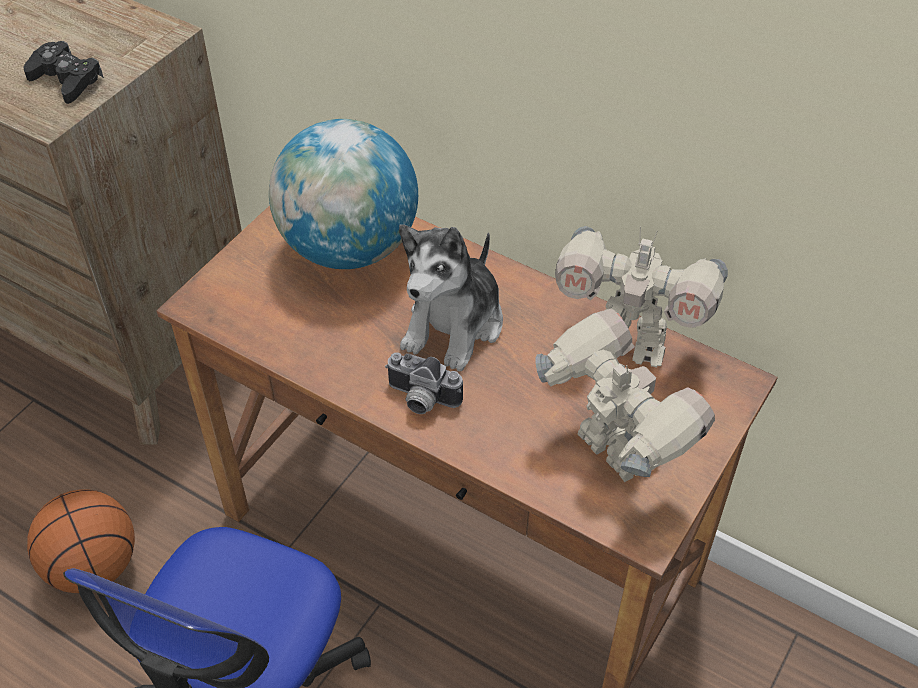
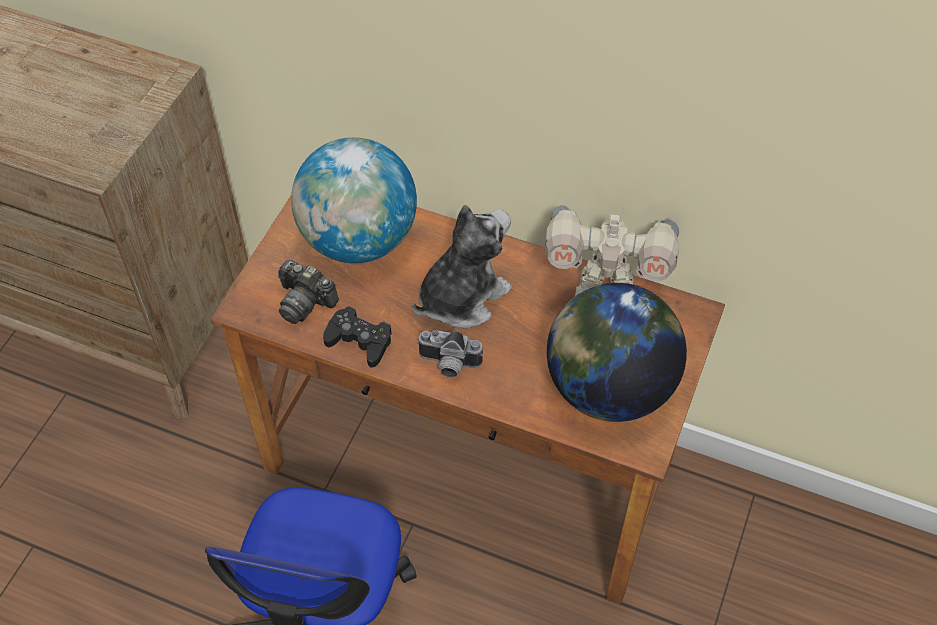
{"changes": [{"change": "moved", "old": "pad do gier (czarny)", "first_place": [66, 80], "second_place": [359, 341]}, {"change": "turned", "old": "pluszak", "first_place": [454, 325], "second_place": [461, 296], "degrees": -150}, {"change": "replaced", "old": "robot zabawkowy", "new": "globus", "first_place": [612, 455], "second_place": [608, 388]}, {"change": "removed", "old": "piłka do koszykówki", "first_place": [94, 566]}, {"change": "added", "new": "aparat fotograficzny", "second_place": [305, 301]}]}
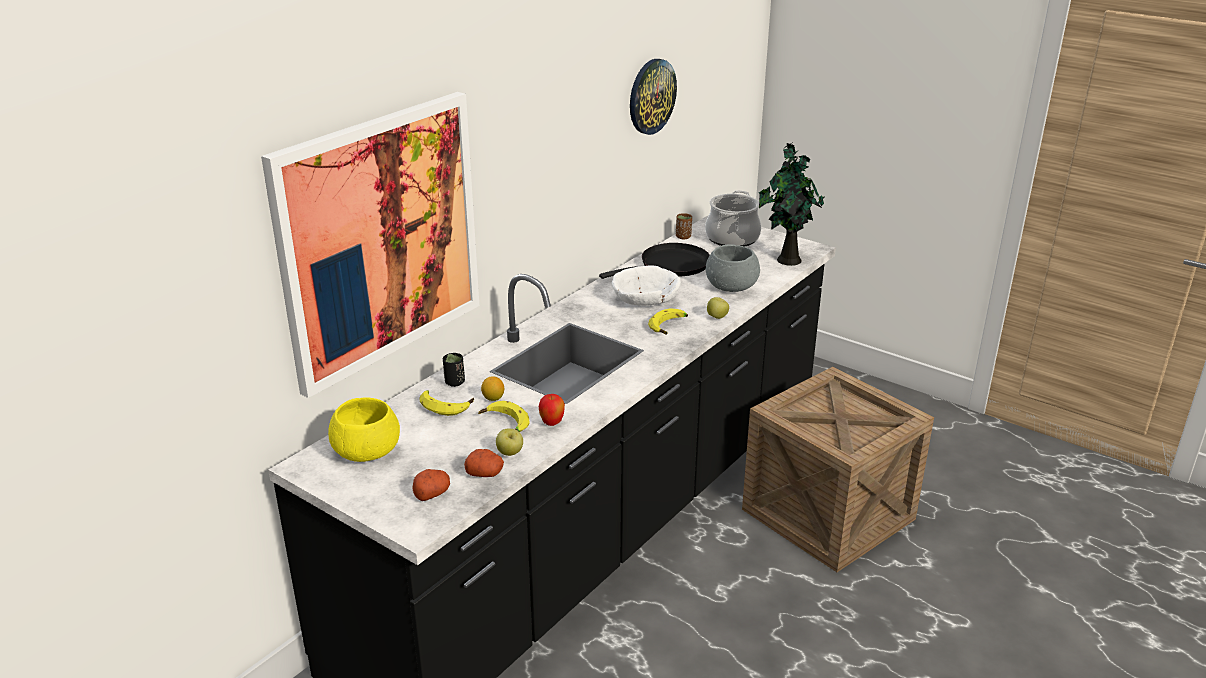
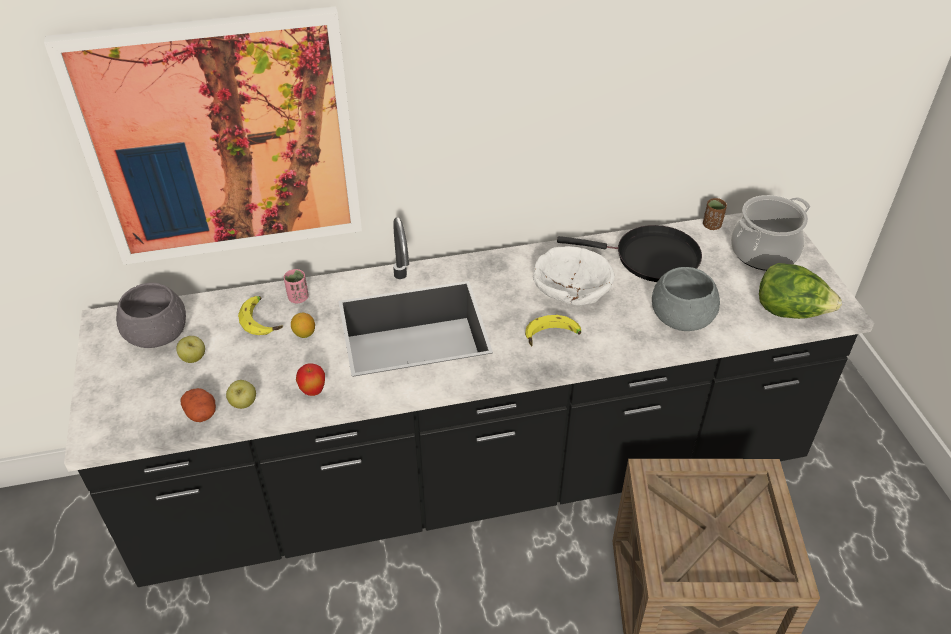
{"changes": [{"change": "removed", "old": "zegar ścienny", "first_place": [651, 96]}, {"change": "replaced", "old": "roślina doniczkowa", "new": "sałata", "first_place": [787, 259], "second_place": [790, 312]}, {"change": "moved", "old": "jabłko", "first_place": [717, 317], "second_place": [193, 358]}, {"change": "recoloured", "old": "filiżanka (czarny)", "new": "filiżanka (różowy)", "first_place": [454, 382], "second_place": [298, 298]}, {"change": "recoloured", "old": "miska (żółty)", "new": "miska (szary)", "first_place": [366, 450], "second_place": [157, 332]}, {"change": "removed", "old": "banan", "first_place": [505, 423]}, {"change": "removed", "old": "ziemniak", "first_place": [432, 493]}]}
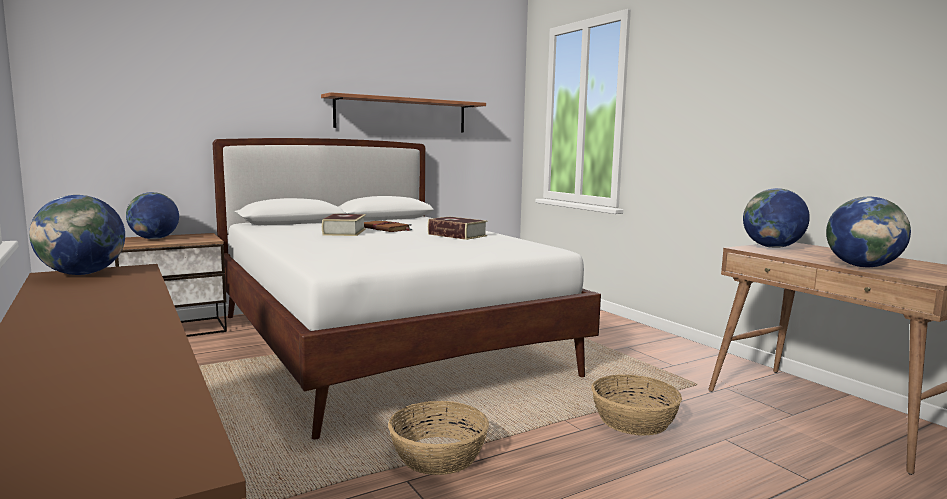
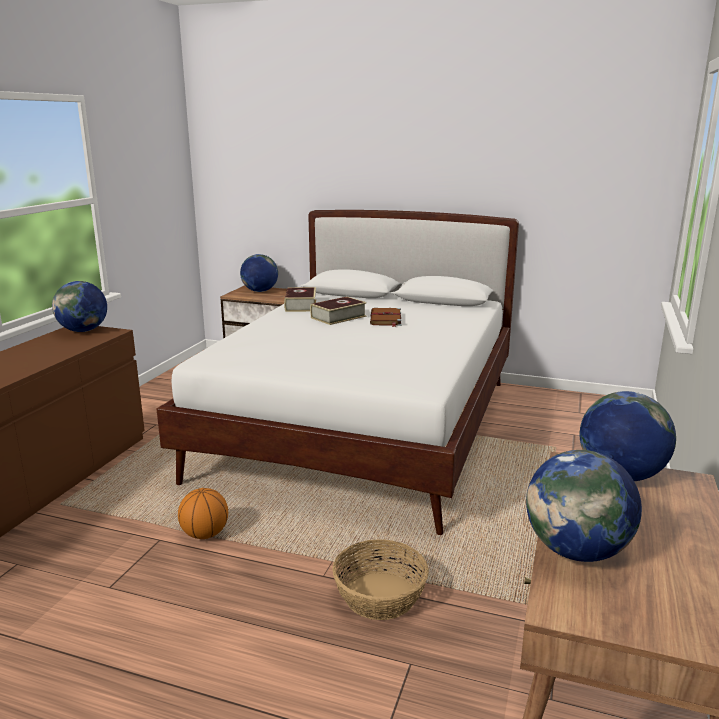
{"changes": [{"change": "removed", "old": "półka", "first_place": [402, 114]}, {"change": "moved", "old": "książka", "first_place": [457, 235], "second_place": [300, 305]}, {"change": "replaced", "old": "koszyk", "new": "piłka do koszykówki", "first_place": [437, 455], "second_place": [205, 534]}]}
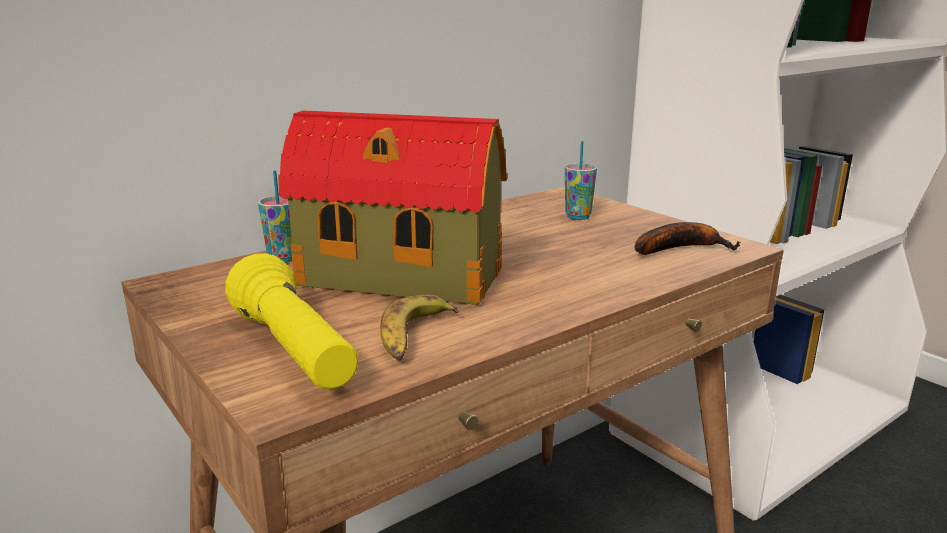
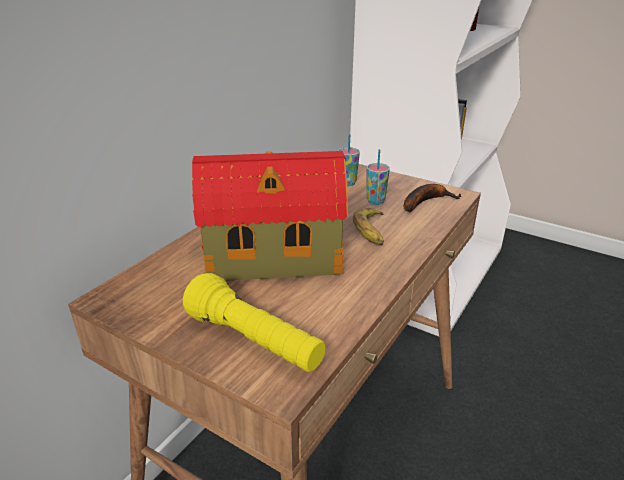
{"changes": [{"change": "moved", "old": "filiżanka", "first_place": [283, 259], "second_place": [375, 201]}, {"change": "moved", "old": "banan", "first_place": [414, 337], "second_place": [371, 231]}]}
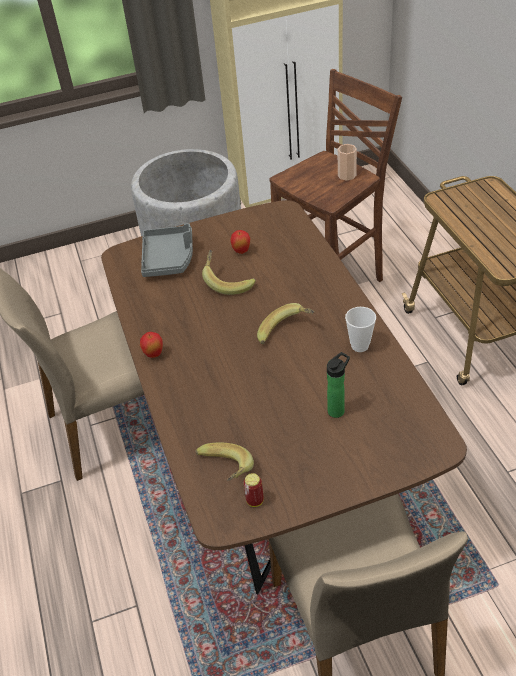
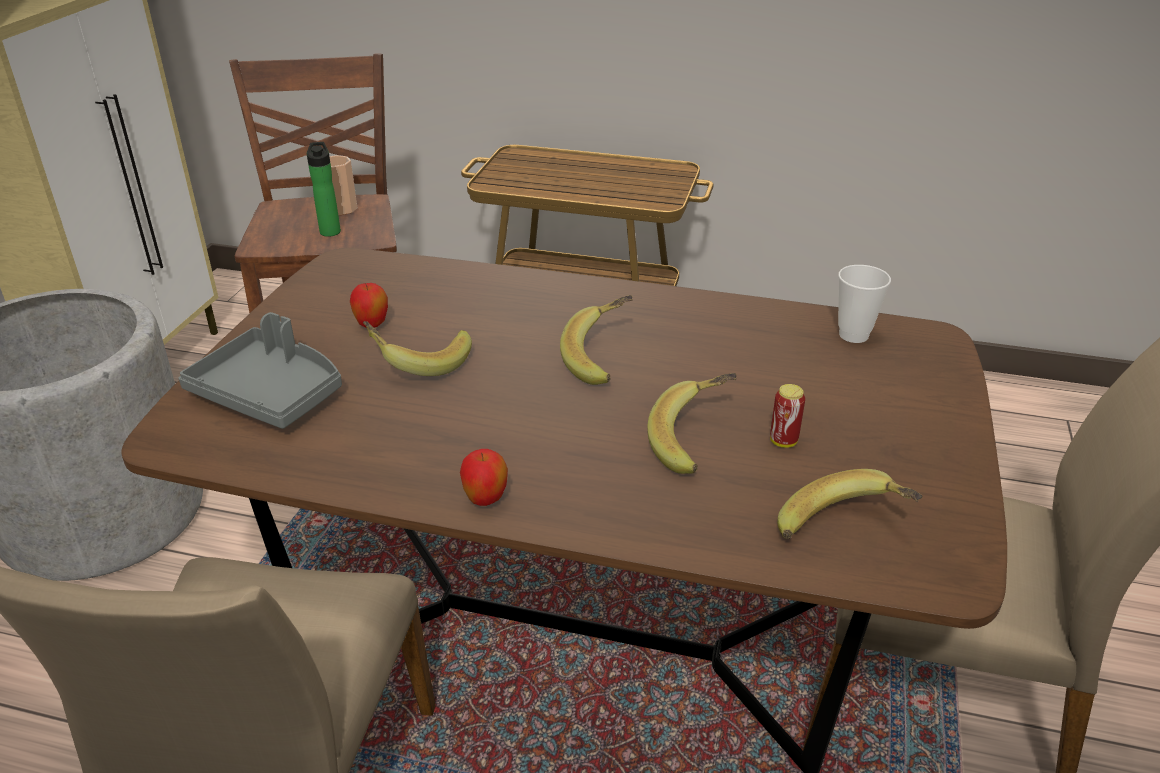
{"changes": [{"change": "moved", "old": "filiżanka", "first_place": [360, 346], "second_place": [853, 335]}, {"change": "moved", "old": "butelka", "first_place": [337, 409], "second_place": [330, 230]}, {"change": "moved", "old": "puszka", "first_place": [255, 501], "second_place": [783, 441]}, {"change": "added", "new": "banan", "second_place": [696, 442]}]}
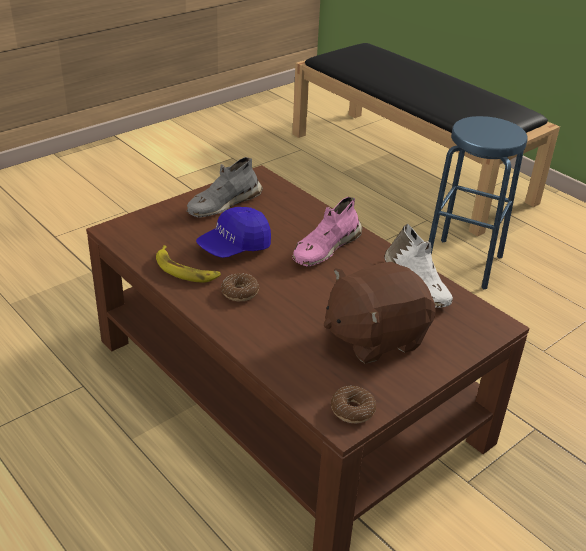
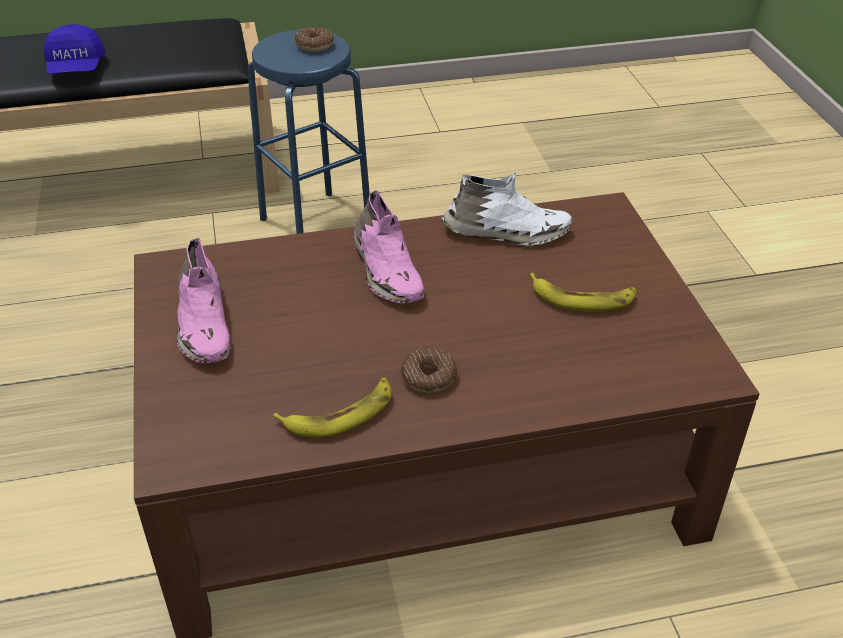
{"changes": [{"change": "recoloured", "old": "but (szary)", "new": "but (różowy)", "first_place": [223, 204], "second_place": [203, 324]}, {"change": "moved", "old": "czapka z daszkiem (niebieski)", "first_place": [234, 247], "second_place": [76, 68]}, {"change": "replaced", "old": "pluszak (brązowy)", "new": "banan", "first_place": [374, 336], "second_place": [582, 298]}, {"change": "moved", "old": "donut", "first_place": [352, 410], "second_place": [314, 45]}]}
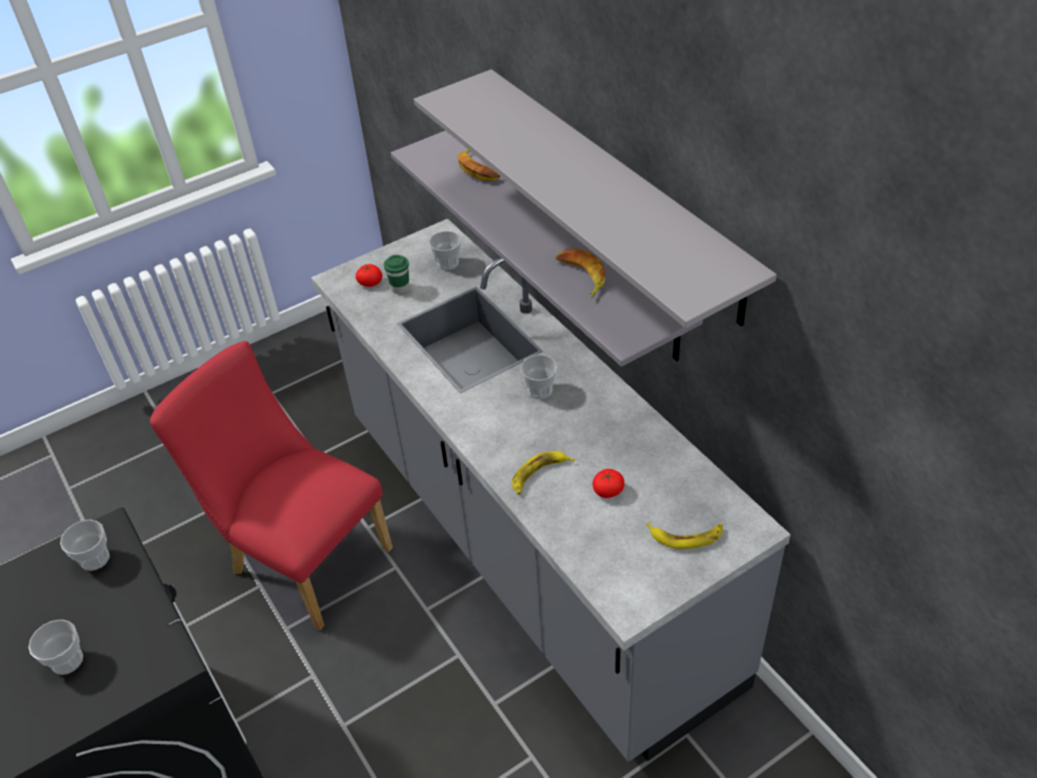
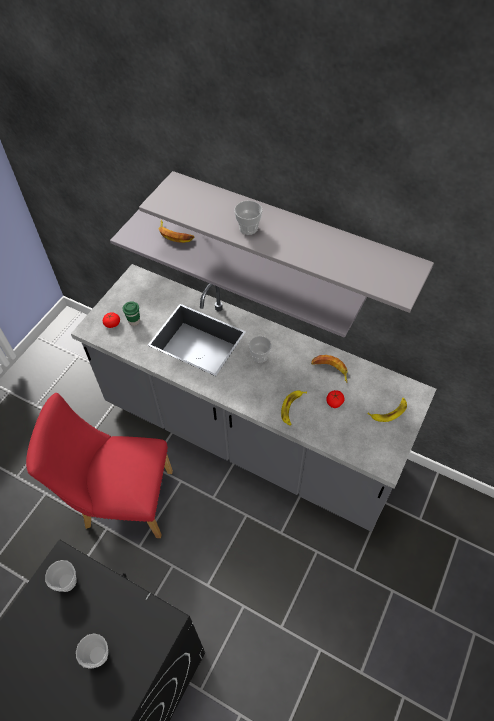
{"changes": [{"change": "moved", "old": "filiżanka", "first_place": [447, 263], "second_place": [248, 228]}, {"change": "moved", "old": "banan", "first_place": [581, 276], "second_place": [330, 370]}]}
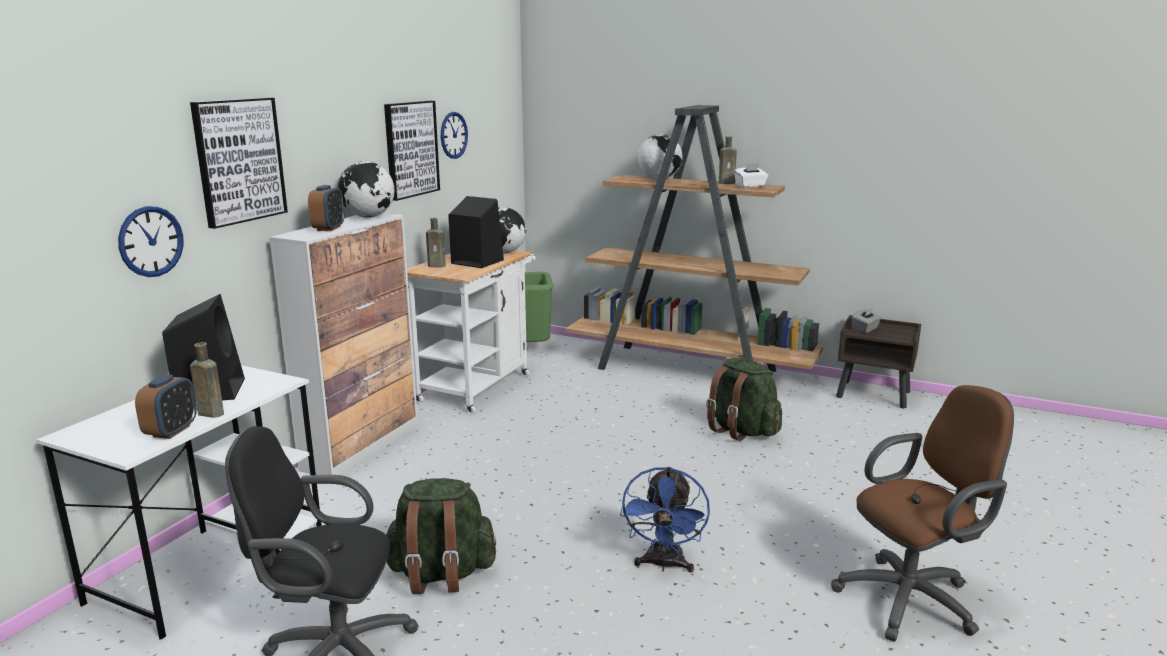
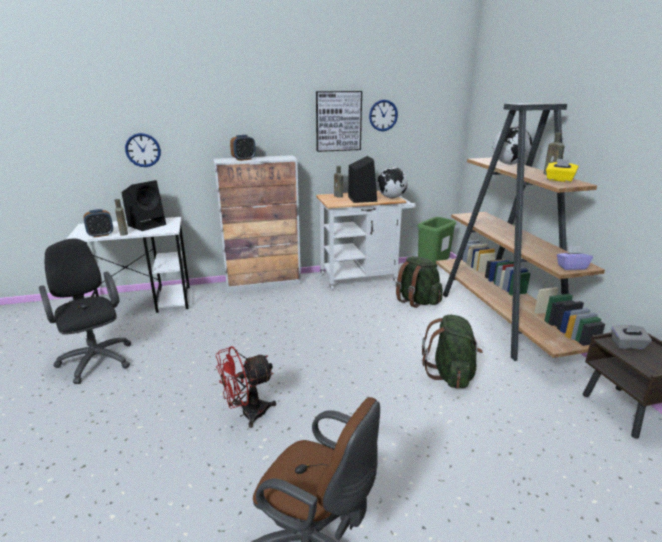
{"changes": [{"change": "removed", "old": "obraz", "first_place": [239, 160]}, {"change": "removed", "old": "globus", "first_place": [368, 217]}, {"change": "recoloured", "old": "pudełko chusteczek (biały)", "new": "pudełko chusteczek (żółty)", "first_place": [750, 186], "second_place": [559, 180]}, {"change": "recoloured", "old": "wentylator (niebieski)", "new": "wentylator (czerwony)", "first_place": [664, 565], "second_place": [247, 414]}, {"change": "moved", "old": "plecak (zielony)", "first_place": [441, 574], "second_place": [417, 301]}, {"change": "added", "new": "pudełko chusteczek (fioletowy)", "second_place": [571, 267]}]}
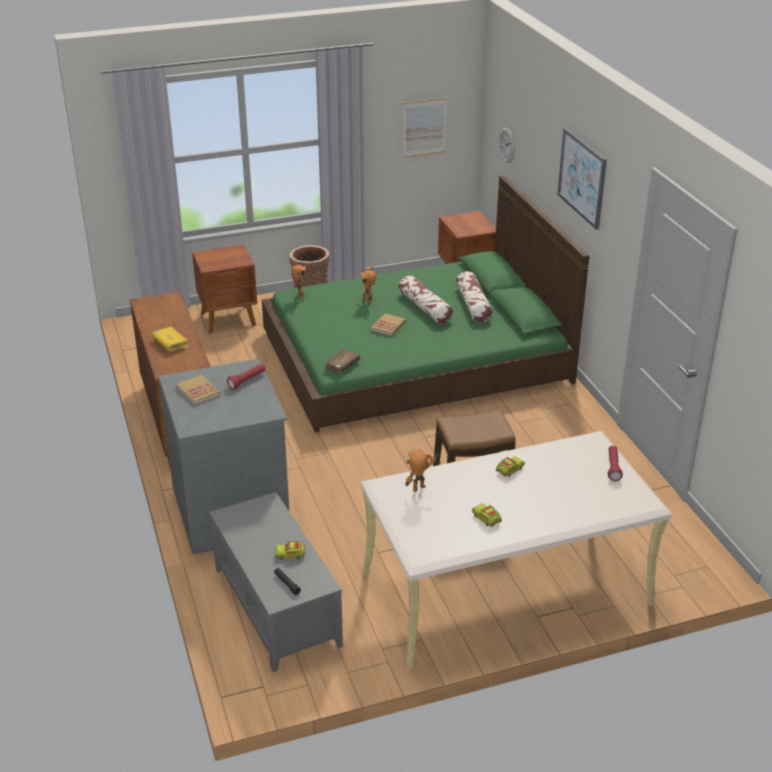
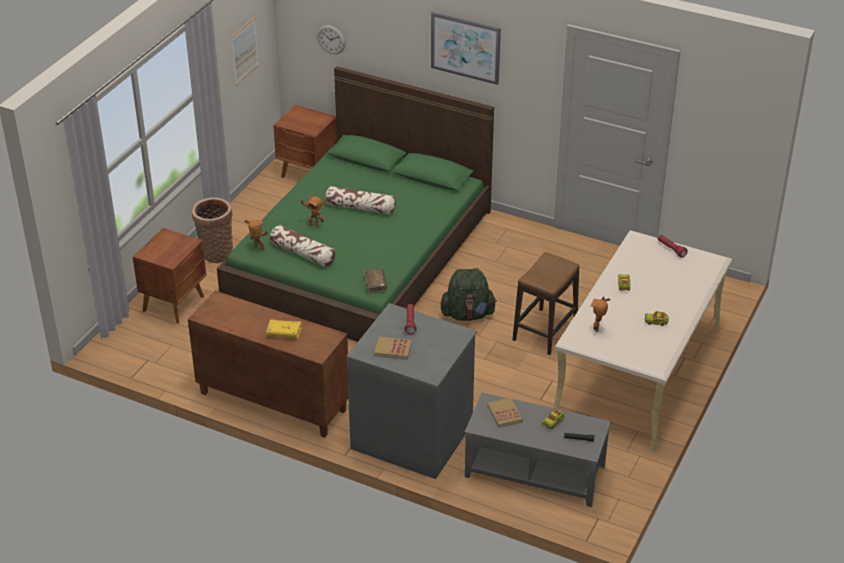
{"changes": [{"change": "moved", "old": "poduszka", "first_place": [473, 305], "second_place": [303, 253]}, {"change": "moved", "old": "książka", "first_place": [388, 326], "second_place": [504, 414]}, {"change": "added", "new": "plecak (zielony)", "second_place": [467, 314]}]}
